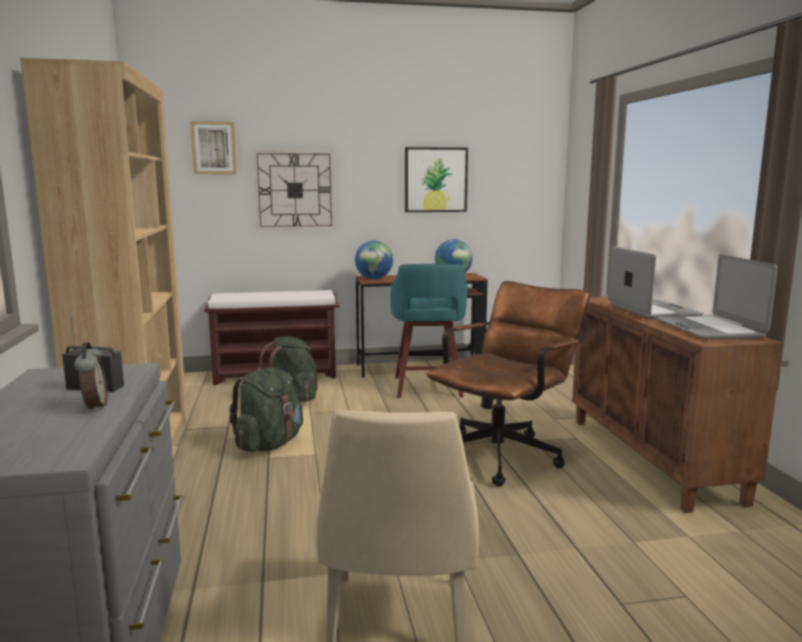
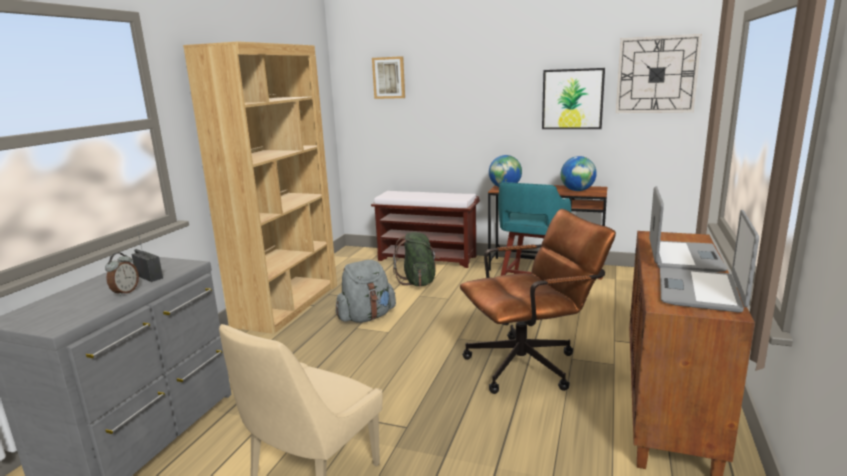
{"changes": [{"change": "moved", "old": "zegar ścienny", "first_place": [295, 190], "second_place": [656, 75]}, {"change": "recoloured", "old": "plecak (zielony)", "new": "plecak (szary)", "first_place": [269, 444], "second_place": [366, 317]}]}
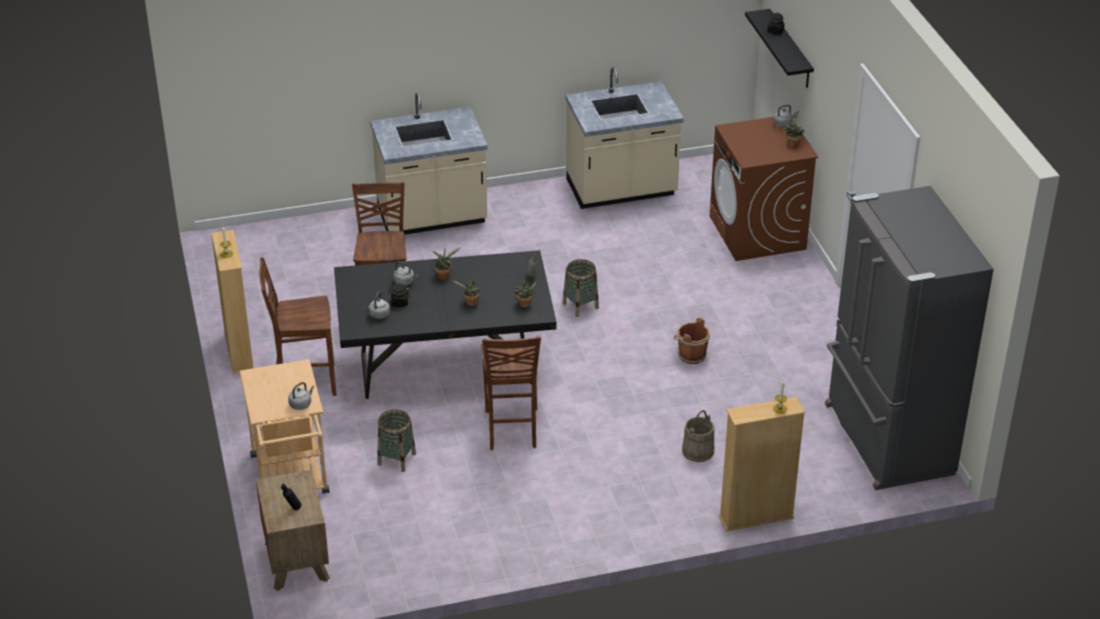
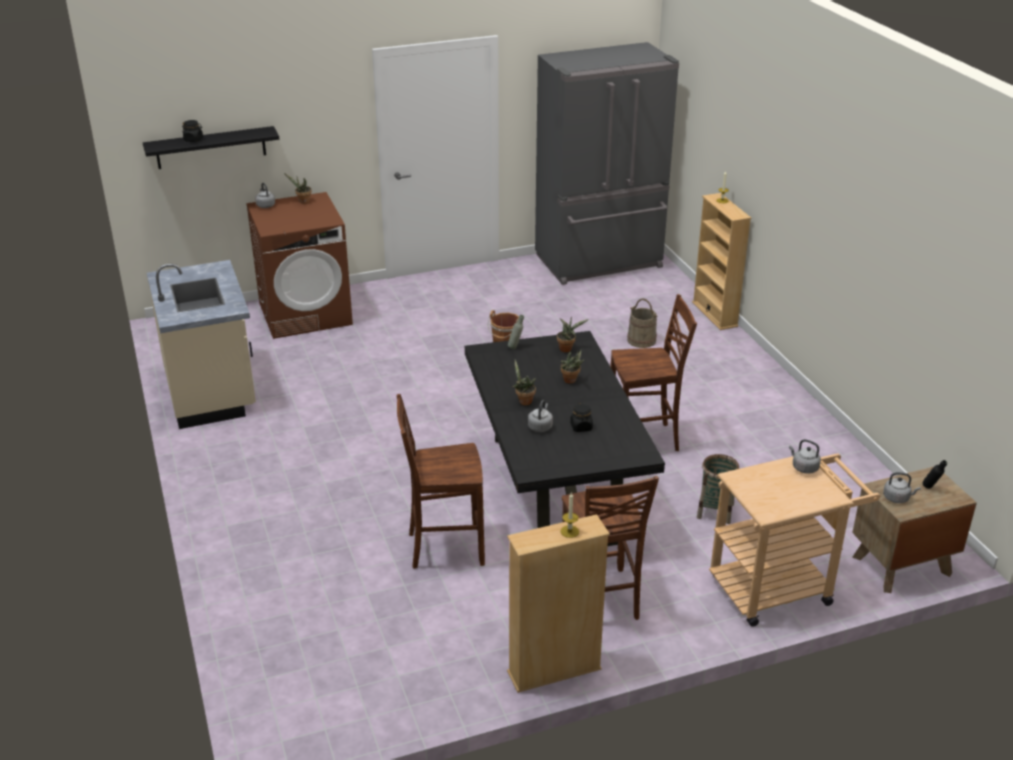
{"changes": [{"change": "removed", "old": "zabudowa kuchenna (beżowy)", "first_place": [432, 217]}, {"change": "removed", "old": "koszyk", "first_place": [580, 306]}, {"change": "moved", "old": "czajnik (szary)", "first_place": [379, 315], "second_place": [897, 498]}]}
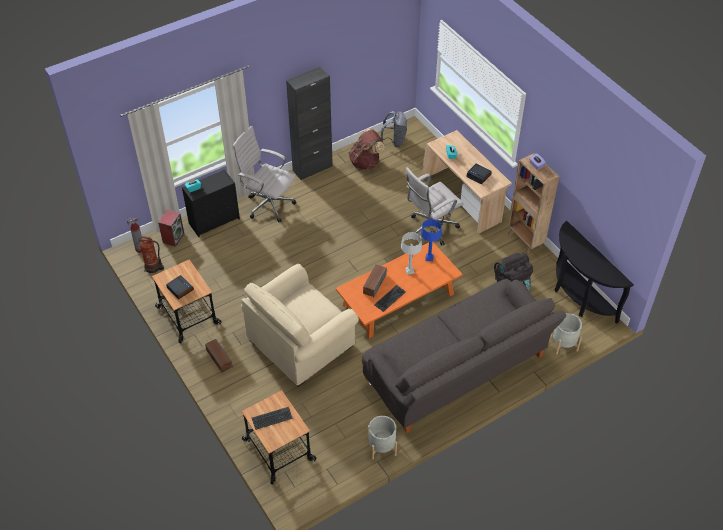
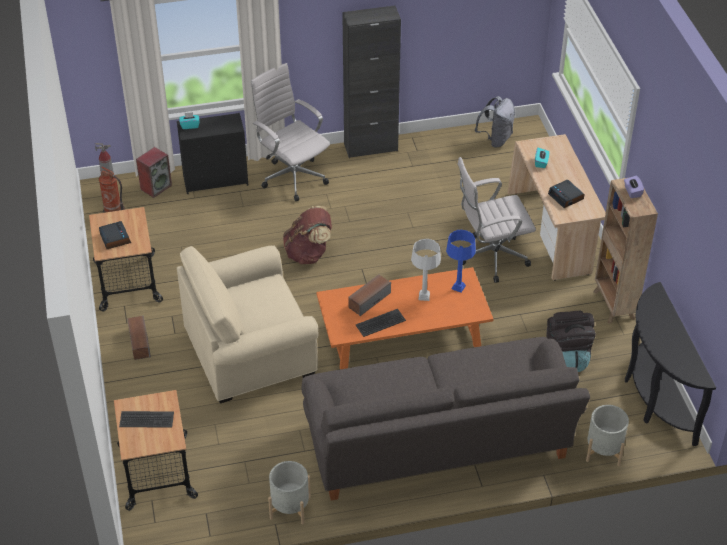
{"changes": [{"change": "moved", "old": "plecak (brązowy)", "first_place": [366, 162], "second_place": [309, 254]}]}
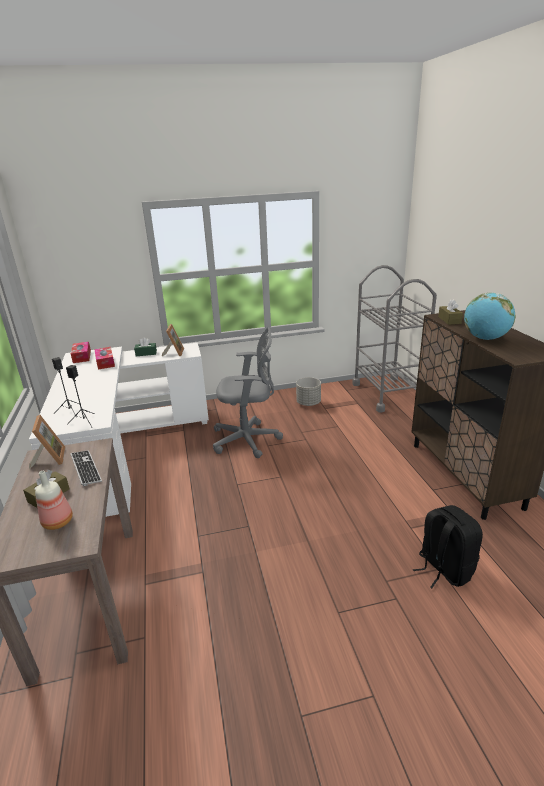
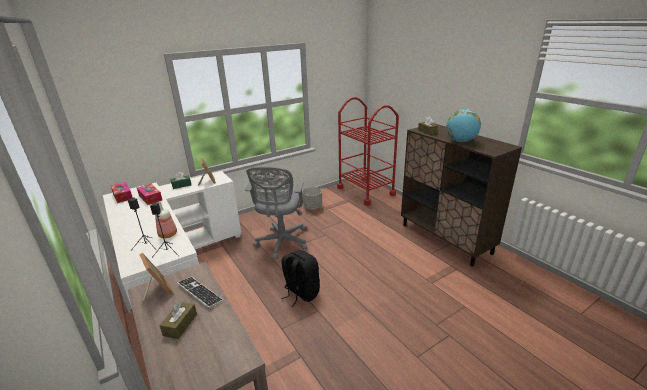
{"changes": [{"change": "recoloured", "old": "wózek (szary)", "new": "wózek (czerwony)", "first_place": [387, 393], "second_place": [365, 191]}, {"change": "turned", "old": "krzesło biurowe (szary)", "first_place": [249, 440], "second_place": [282, 243], "degrees": 120}, {"change": "moved", "old": "butelka", "first_place": [58, 521], "second_place": [168, 234]}, {"change": "moved", "old": "plecak (czarny)", "first_place": [443, 568], "second_place": [301, 293]}]}
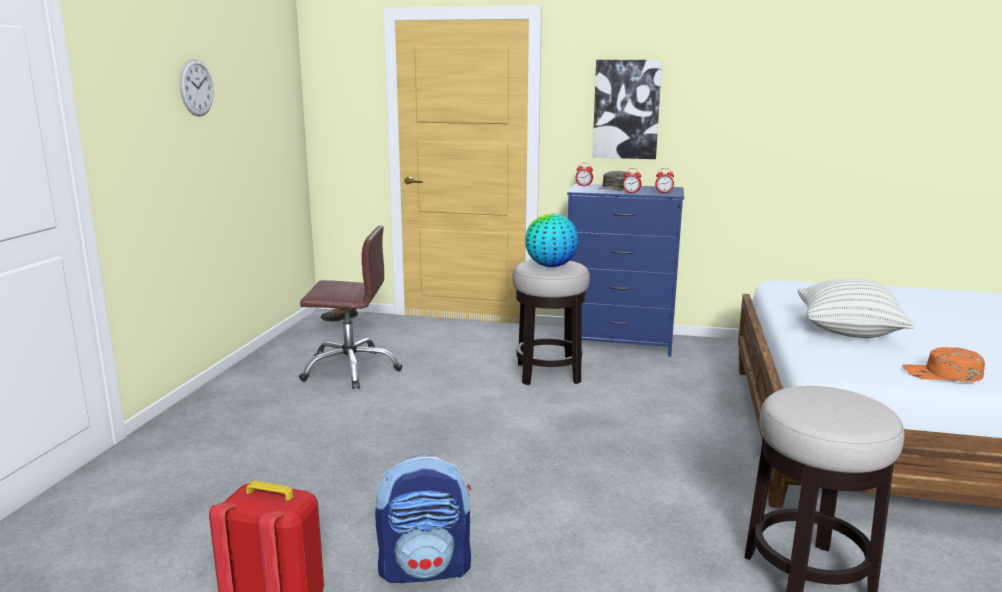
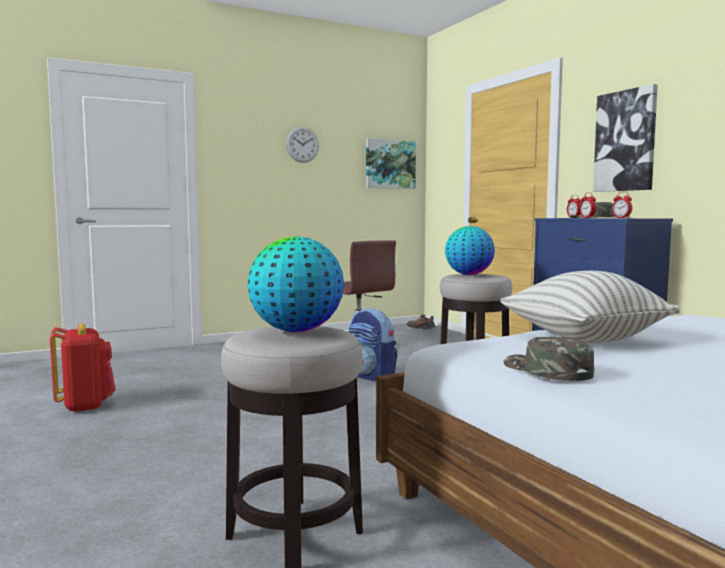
{"changes": [{"change": "recoloured", "old": "czapka z daszkiem (pomarańczowy)", "new": "czapka z daszkiem (zielony)", "first_place": [942, 374], "second_place": [546, 370]}, {"change": "moved", "old": "plecak", "first_place": [426, 568], "second_place": [372, 376]}, {"change": "added", "new": "obraz", "second_place": [390, 164]}, {"change": "added", "new": "globus", "second_place": [296, 331]}]}
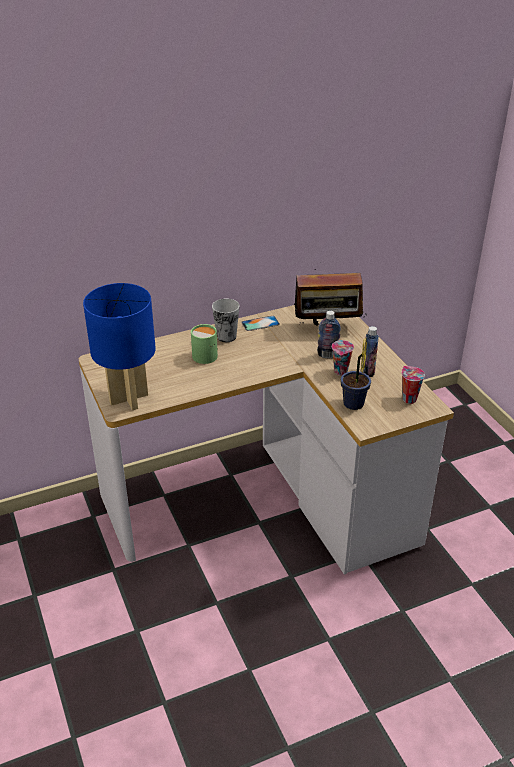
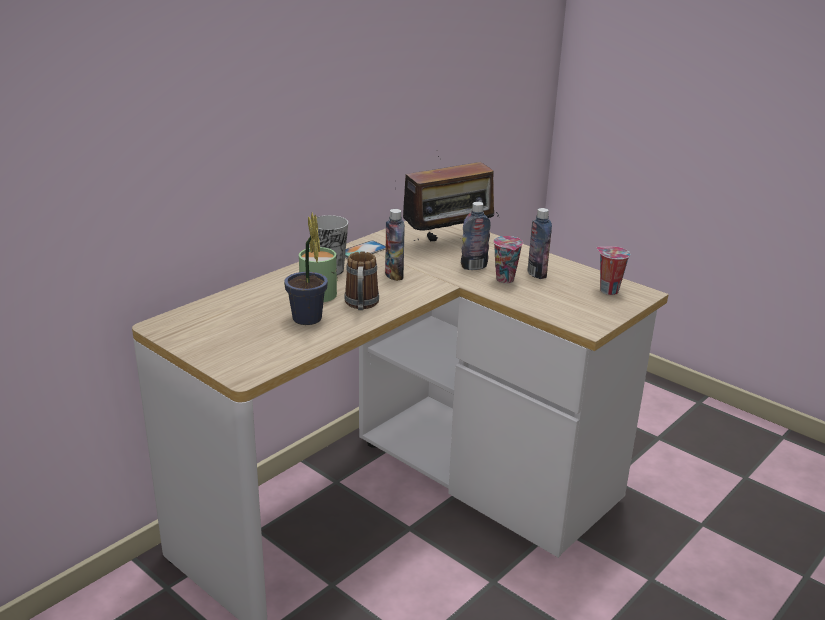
{"changes": [{"change": "removed", "old": "lampa stołowa (niebieski)", "first_place": [128, 399]}, {"change": "moved", "old": "roślina doniczkowa", "first_place": [353, 405], "second_place": [308, 320]}, {"change": "added", "new": "butelka", "second_place": [394, 275]}, {"change": "added", "new": "kubek", "second_place": [361, 305]}]}
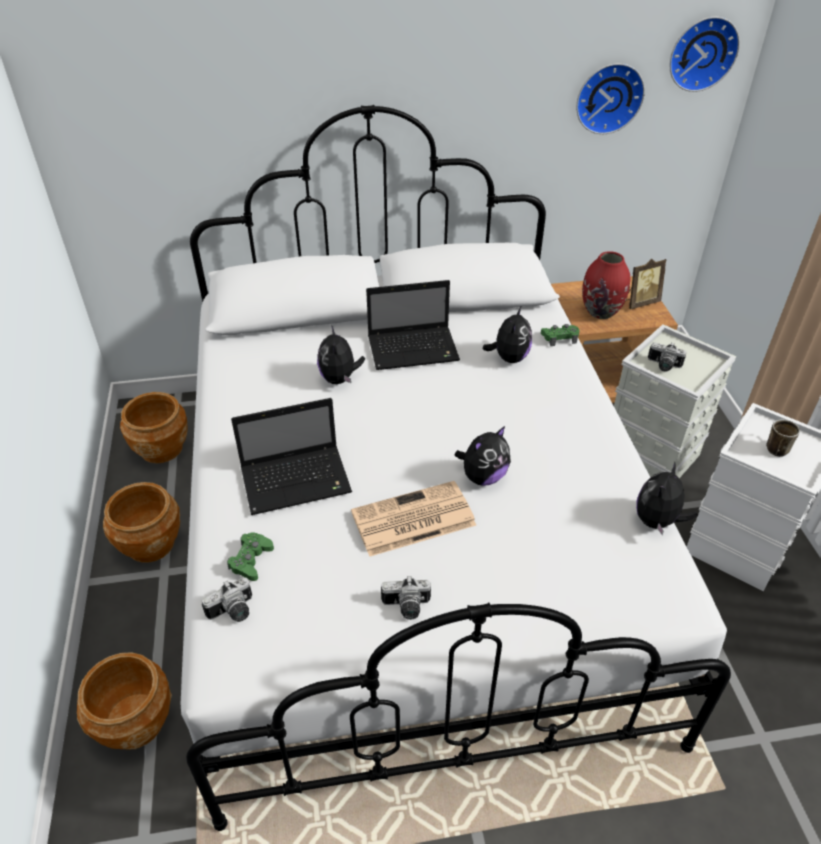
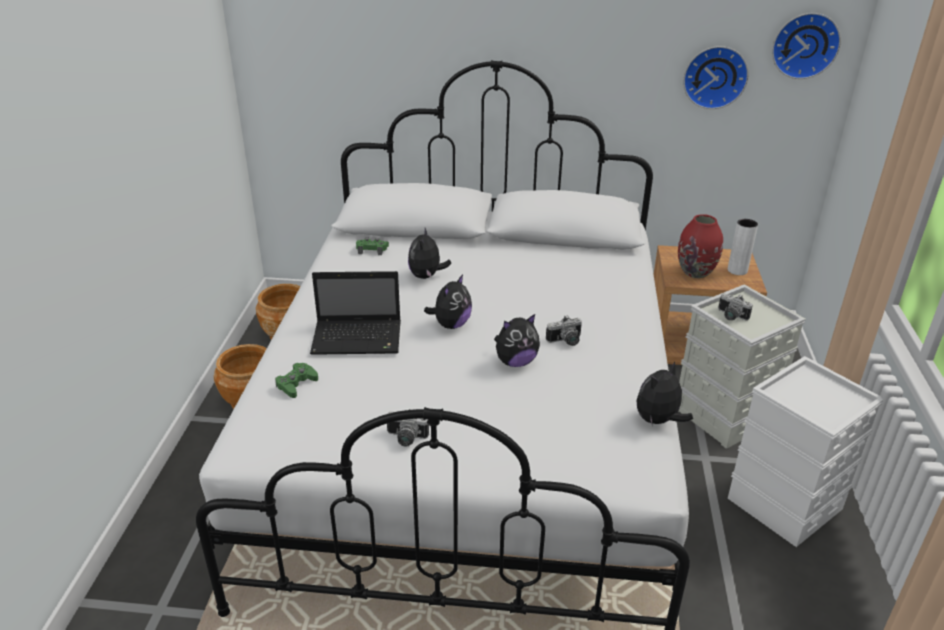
{"changes": [{"change": "replaced", "old": "ramka na zdjęcie", "new": "wazon (biały)", "first_place": [640, 302], "second_place": [737, 270]}, {"change": "removed", "old": "laptop", "first_place": [415, 349]}, {"change": "moved", "old": "pluszak", "first_place": [509, 357], "second_place": [451, 324]}, {"change": "moved", "old": "pad do gier (zielony)", "first_place": [559, 338], "second_place": [372, 250]}, {"change": "removed", "old": "kubek", "first_place": [774, 447]}, {"change": "removed", "old": "gazeta", "first_place": [412, 520]}, {"change": "moved", "old": "aparat fotograficzny", "first_place": [233, 612], "second_place": [566, 341]}, {"change": "removed", "old": "donica (brązowy)", "first_place": [135, 722]}]}
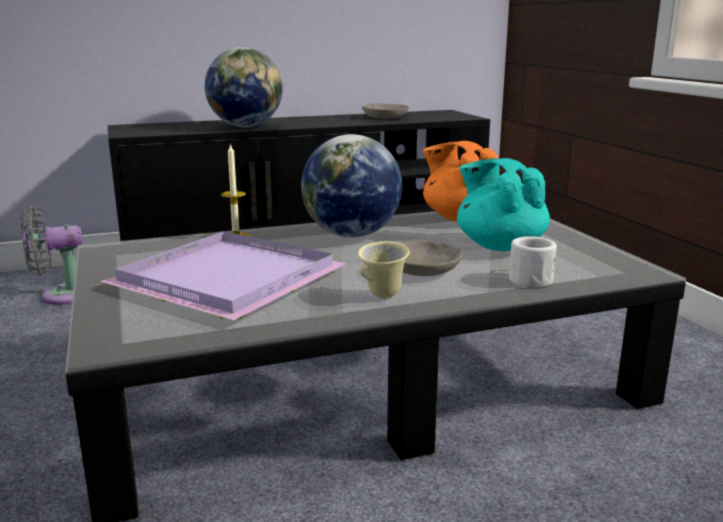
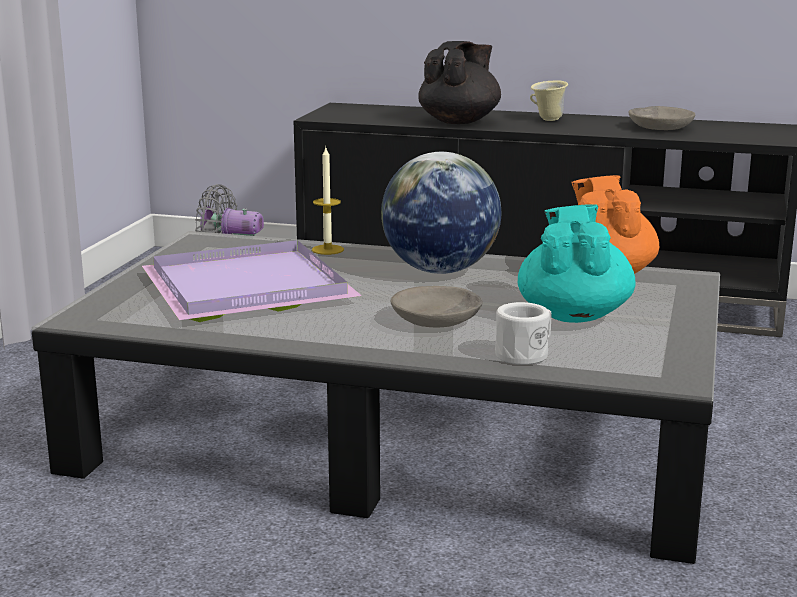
{"changes": [{"change": "replaced", "old": "globus", "new": "imbryk (czarny)", "first_place": [246, 126], "second_place": [460, 121]}, {"change": "moved", "old": "kubek (beżowy)", "first_place": [383, 297], "second_place": [548, 120]}]}
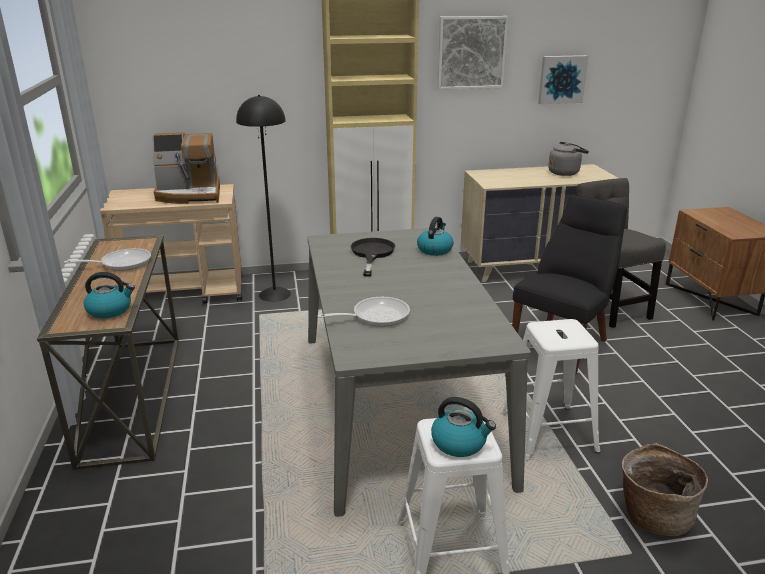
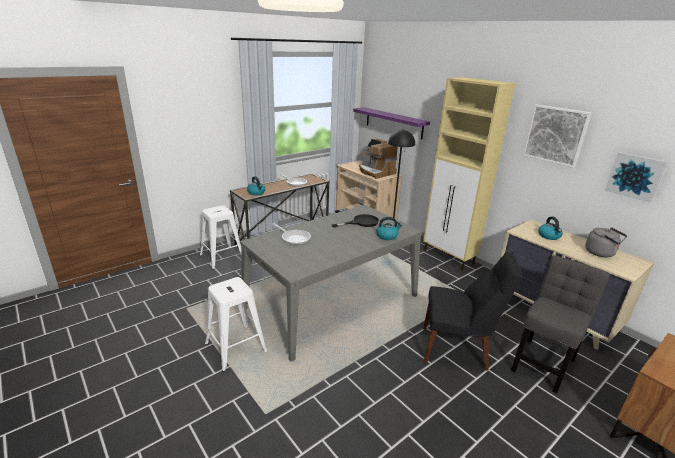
{"changes": [{"change": "moved", "old": "stołek (biały)", "first_place": [549, 432], "second_place": [221, 257]}, {"change": "moved", "old": "czajnik", "first_place": [460, 443], "second_place": [549, 236]}, {"change": "removed", "old": "koszyk", "first_place": [653, 515]}, {"change": "added", "new": "półka (fioletowy)", "second_place": [393, 122]}]}
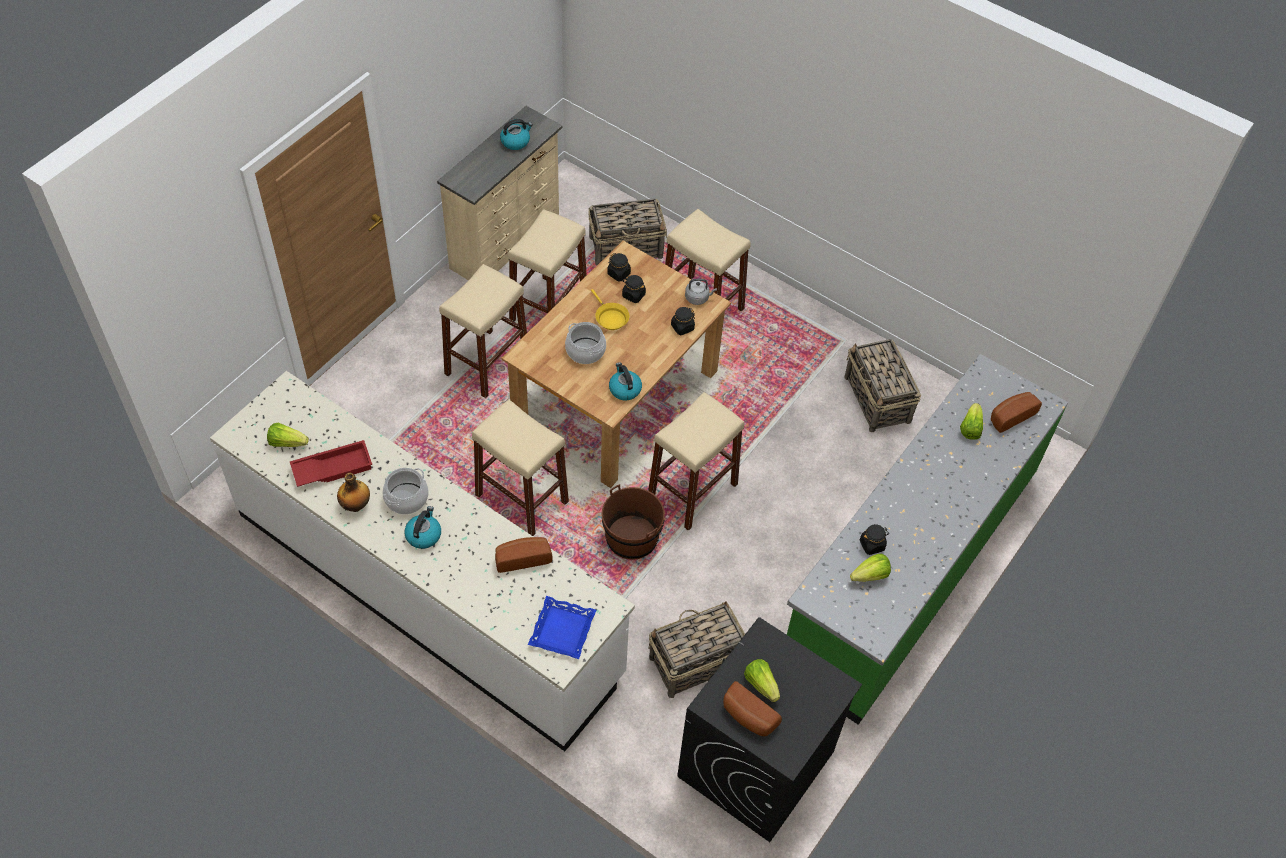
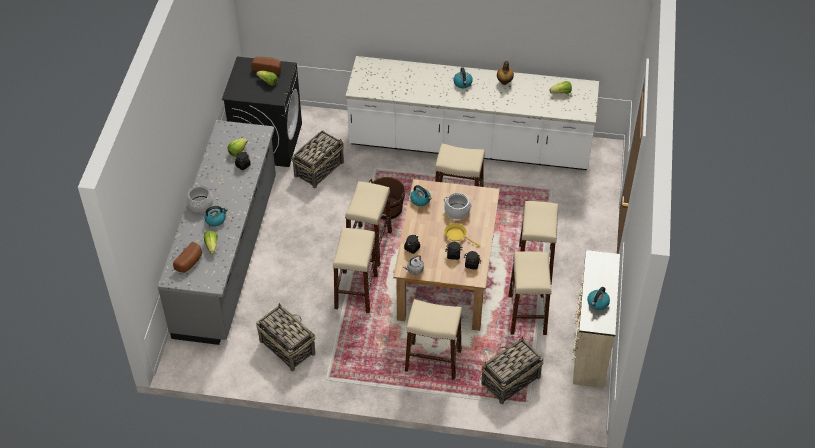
{"changes": [{"change": "recoloured", "old": "zabudowa kuchenna (zielony)", "new": "zabudowa kuchenna (szary)", "first_place": [908, 569], "second_place": [228, 256]}, {"change": "removed", "old": "taca (czerwony)", "first_place": [332, 467]}, {"change": "moved", "old": "garnek", "first_place": [406, 499], "second_place": [200, 204]}, {"change": "removed", "old": "chleb", "first_place": [522, 558]}, {"change": "removed", "old": "taca (niebieski)", "first_place": [562, 630]}, {"change": "added", "new": "czajnik", "second_place": [216, 220]}, {"change": "added", "new": "stołek (beżowy)", "second_place": [356, 291]}]}
